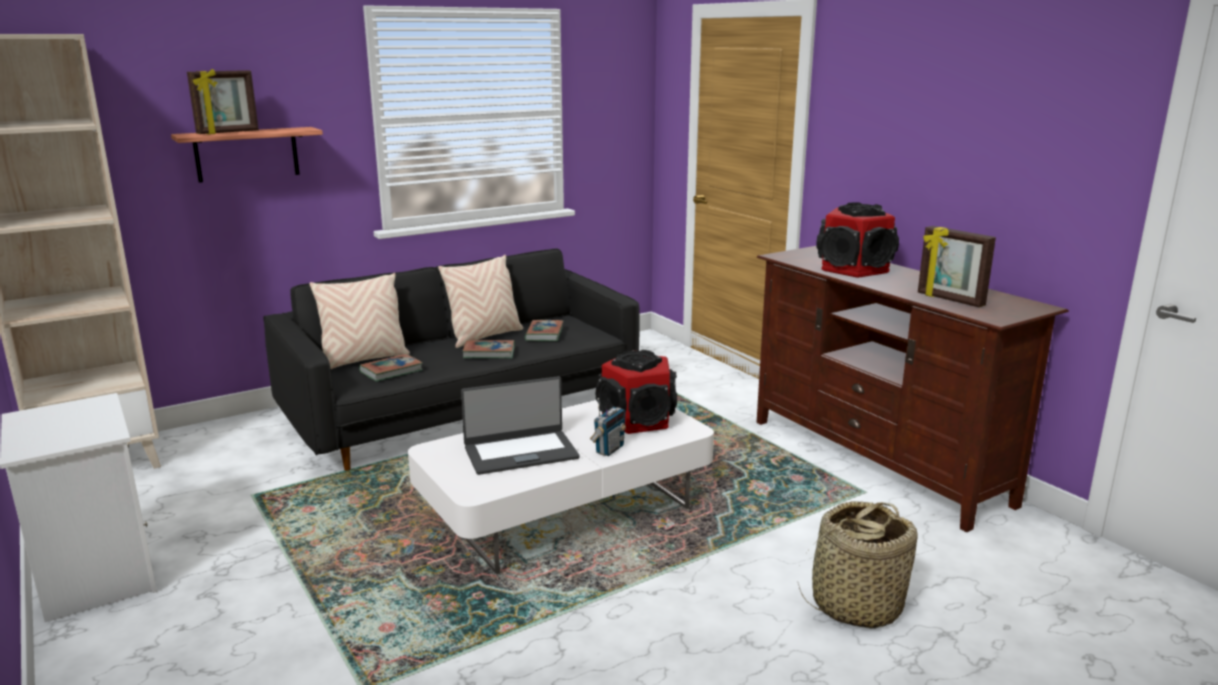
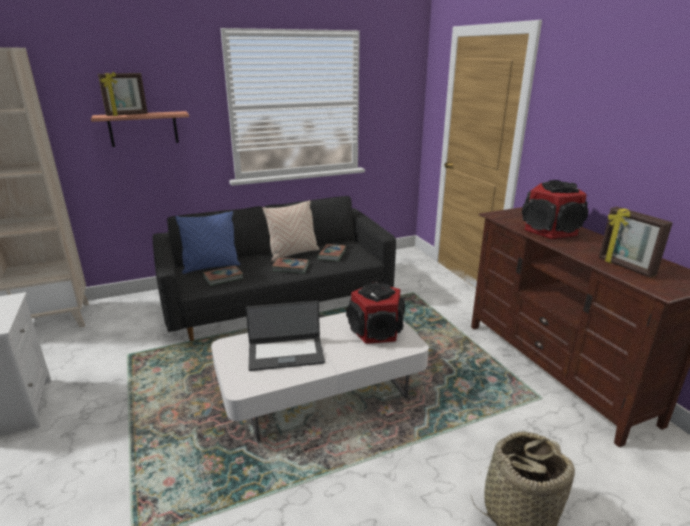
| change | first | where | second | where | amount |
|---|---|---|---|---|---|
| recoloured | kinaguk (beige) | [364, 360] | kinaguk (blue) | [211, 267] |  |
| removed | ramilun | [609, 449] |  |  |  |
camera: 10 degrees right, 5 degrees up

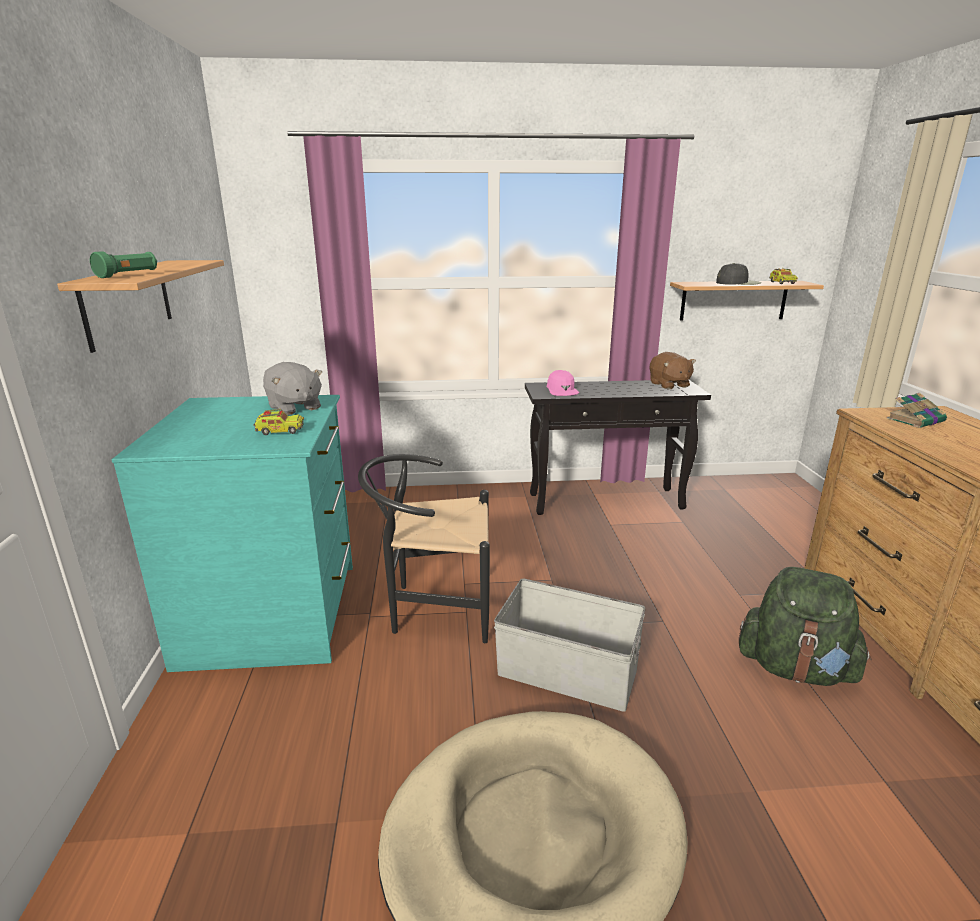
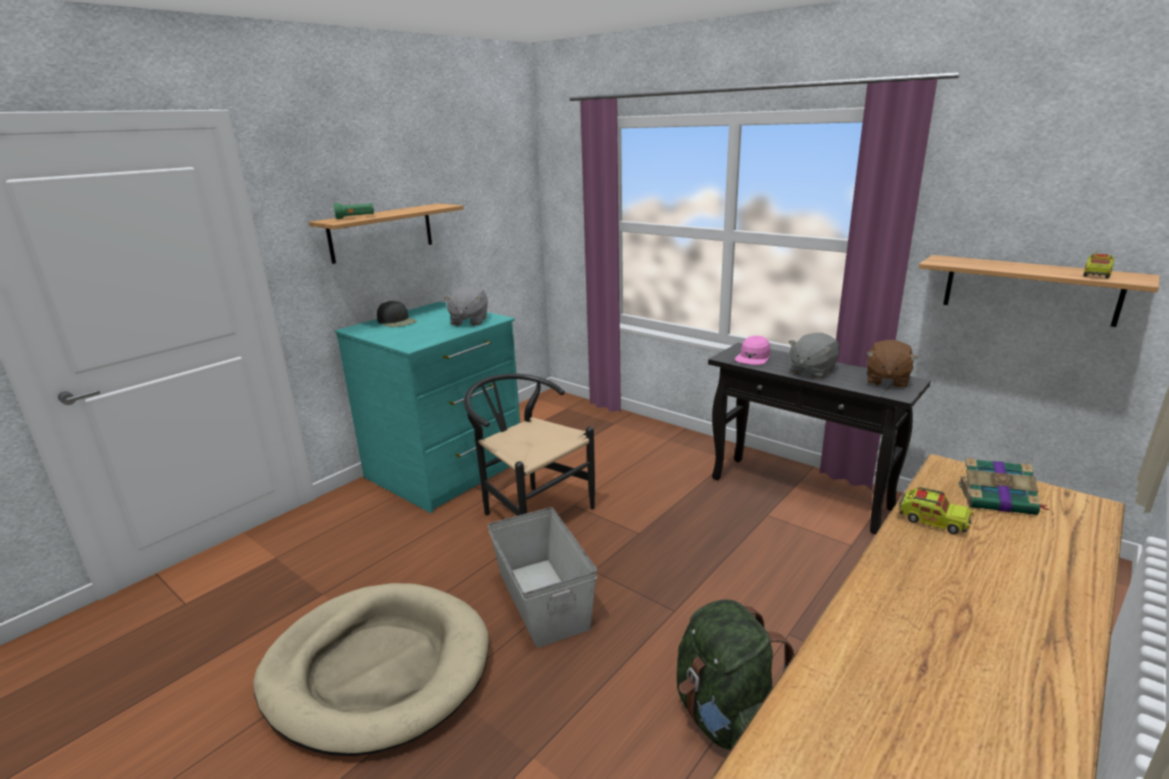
| change | first | where | second | where | amount |
|---|---|---|---|---|---|
| moved | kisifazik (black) | [738, 283] |  | [397, 321] |  |
| added |  |  | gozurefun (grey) | [811, 371] |  |
| moved | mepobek | [280, 431] |  | [932, 520] |  |
camera: 45 degrees right, 0 degrees up

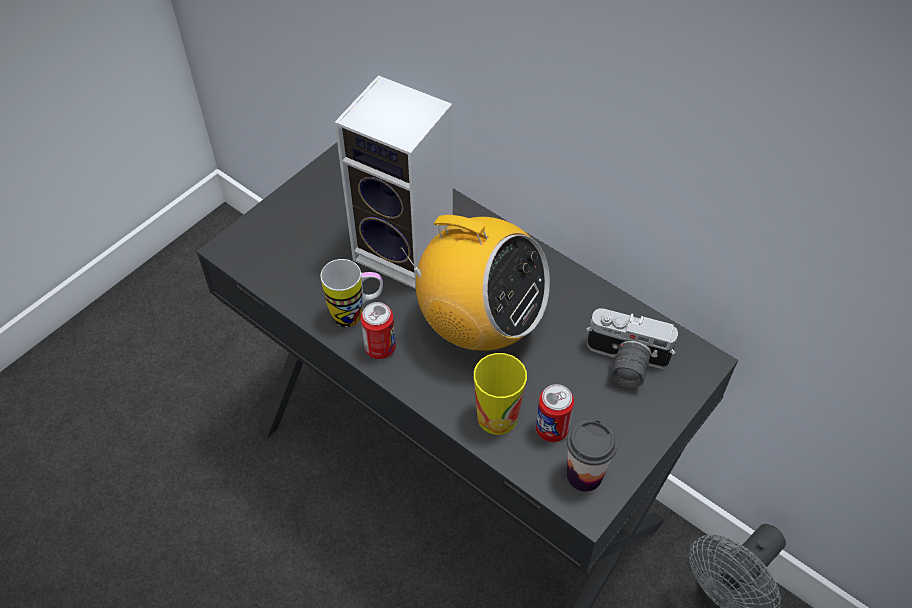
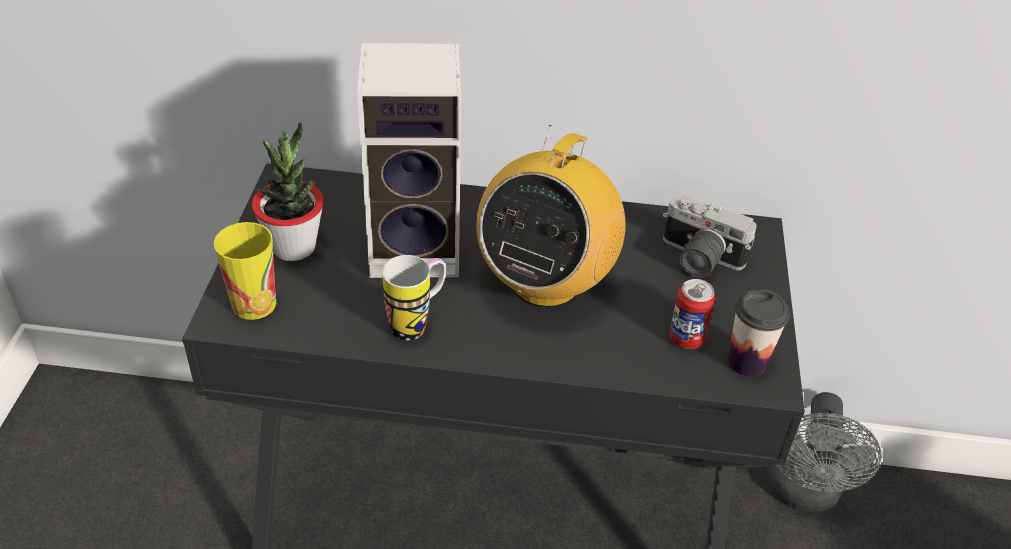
| change | first | where | second | where | amount |
|---|---|---|---|---|---|
| moved | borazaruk | [497, 417] |  | [254, 304] |  |
| added |  |  | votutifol | [293, 247] |  |
| turned | ramilun | [479, 326] |  | [545, 283] | 120 degrees clockwise |
| turned | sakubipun | [624, 363] |  | [697, 259] | 45 degrees clockwise |
| removed | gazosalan | [380, 348] |  |  |  |
camera: 35 degrees left, 10 degrees down

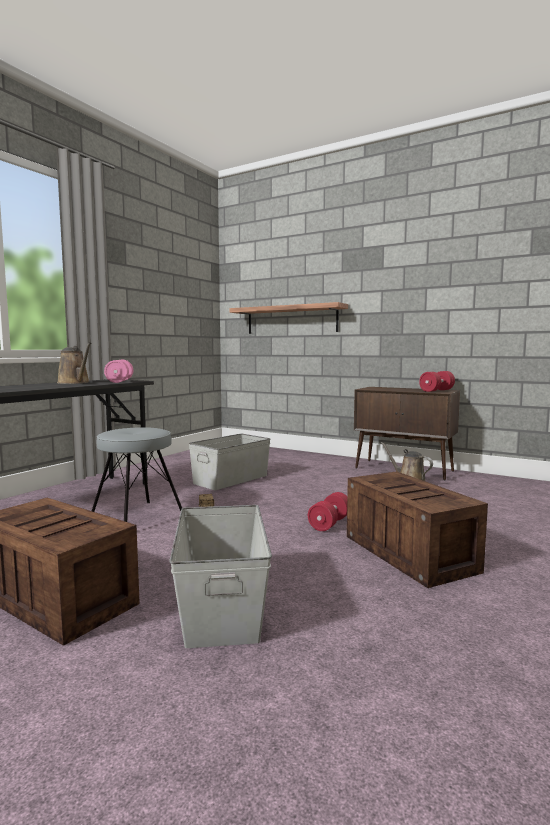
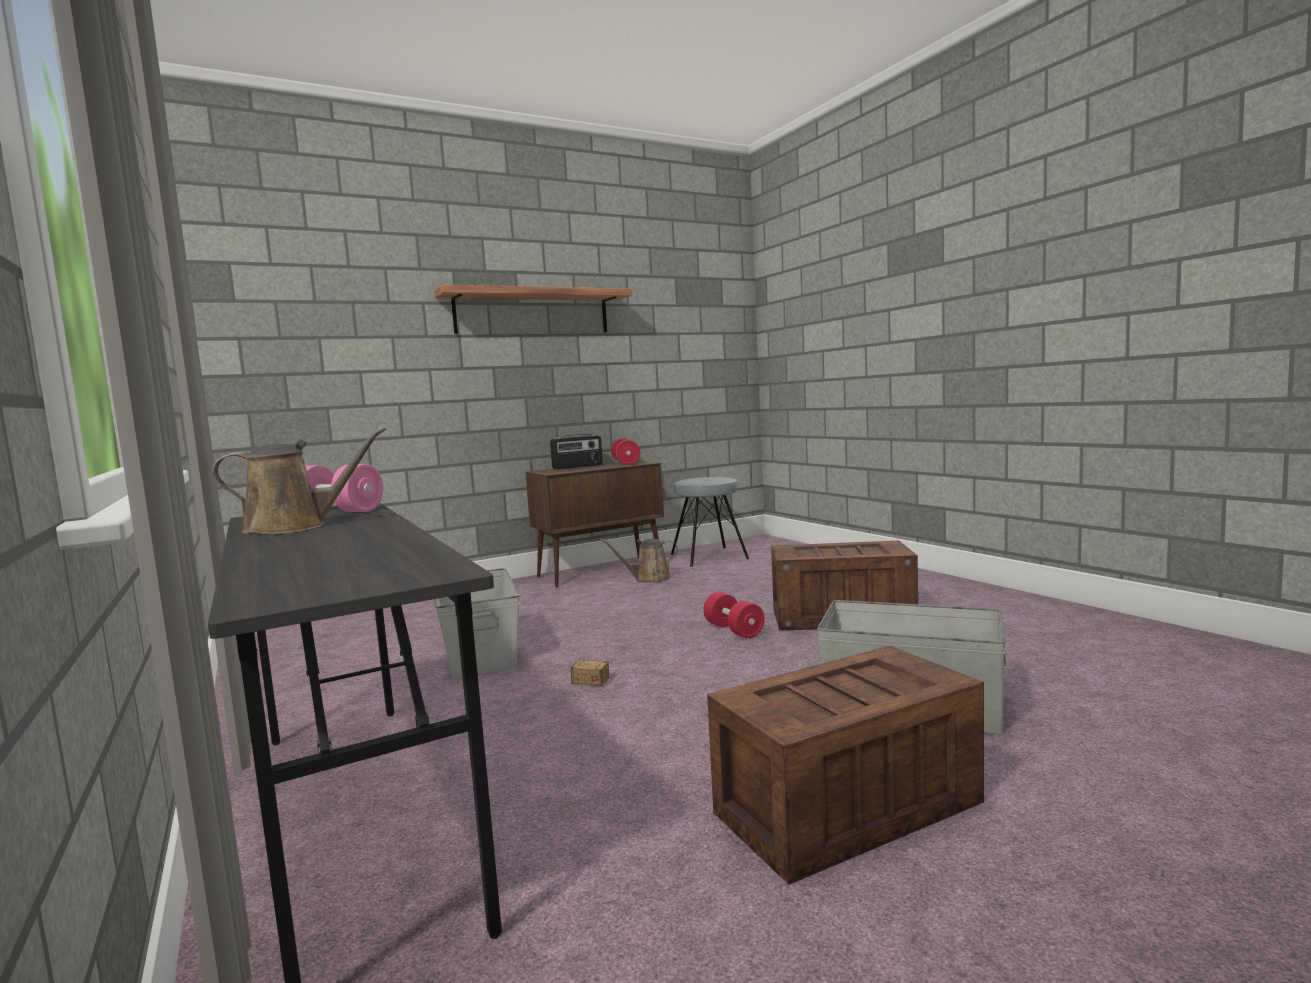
| change | first | where | second | where | amount |
|---|---|---|---|---|---|
| moved | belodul | [291, 320] |  | [532, 312] |  |
| added |  |  | ramilun | [578, 467] |  |
| moved | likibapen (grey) | [137, 517] |  | [709, 556] |  |
camera: 60 degrees left, 0 degrees up

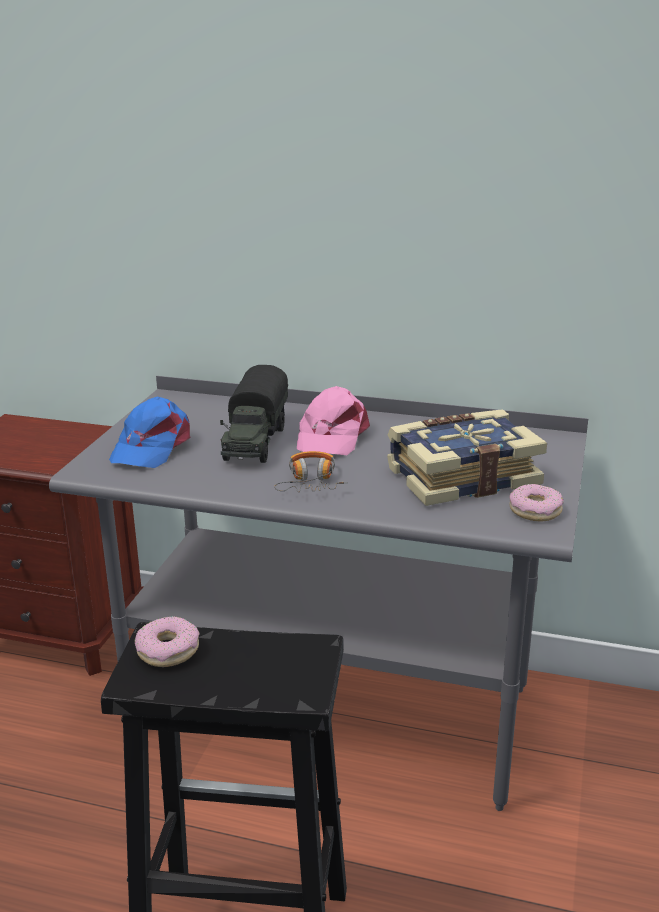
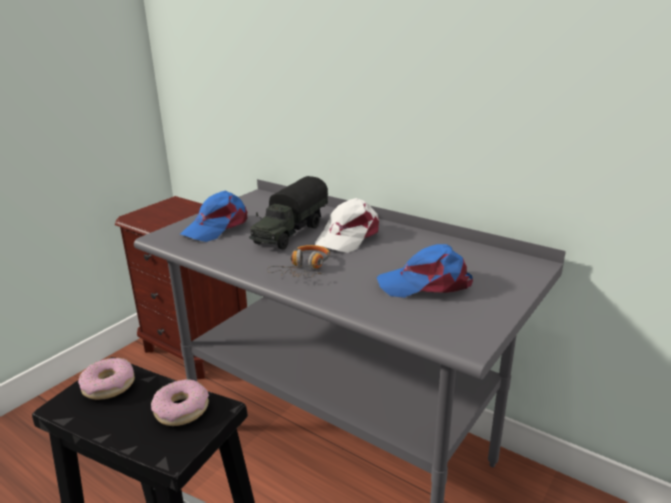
| change | first | where | second | where | amount |
|---|---|---|---|---|---|
| moved | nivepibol | [535, 510] |  | [181, 409] |  |
| recoloured | kisifazik (pink) | [331, 435] | kisifazik (white) | [348, 236] |  |
| replaced | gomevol | [461, 476] | kisifazik (blue) | [426, 283] |  |
camera: 20 degrees right, 0 degrees up

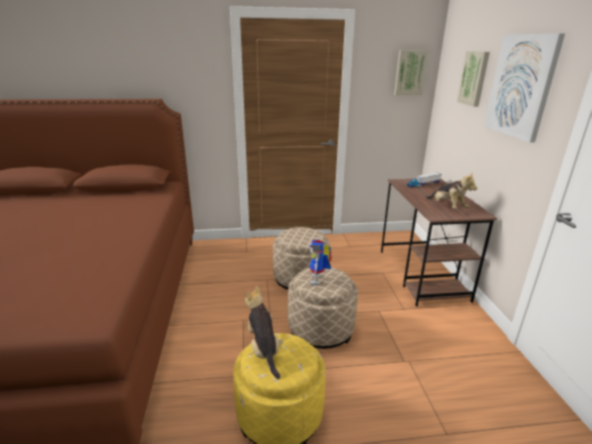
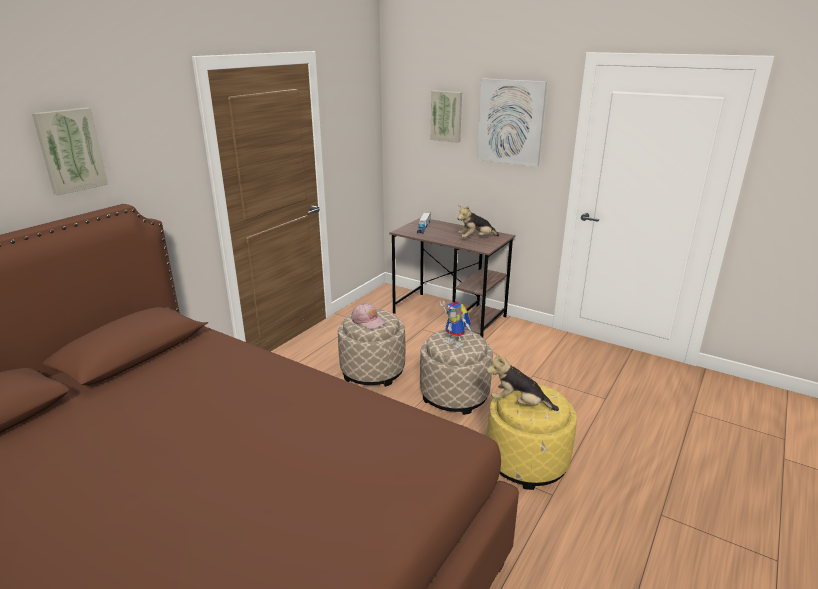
| change | first | where | second | where | amount |
|---|---|---|---|---|---|
| moved | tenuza | [410, 73] |  | [70, 150] |  |
| added |  |  | kisifazik (pink) | [368, 321] |  |
| turned | gozurefun | [447, 207] |  | [476, 239] | 150 degrees clockwise |
camera: 50 degrees left, 0 degrees up

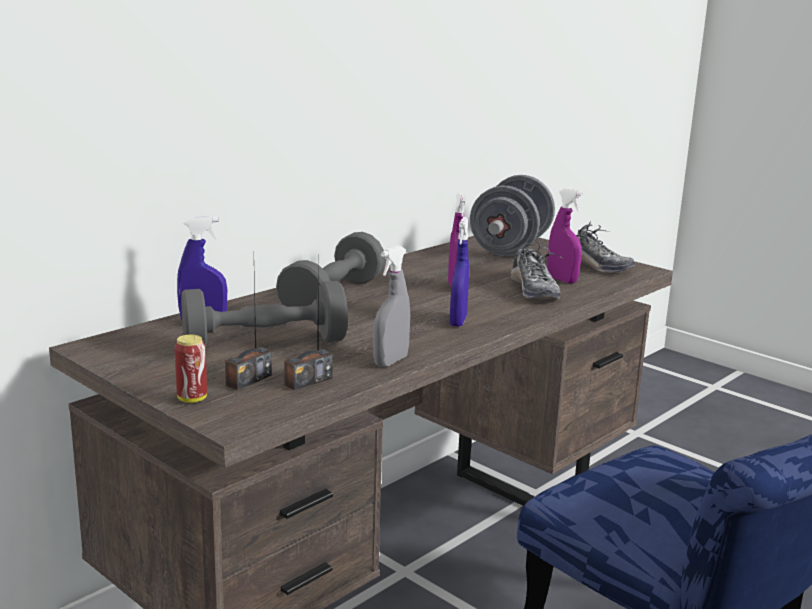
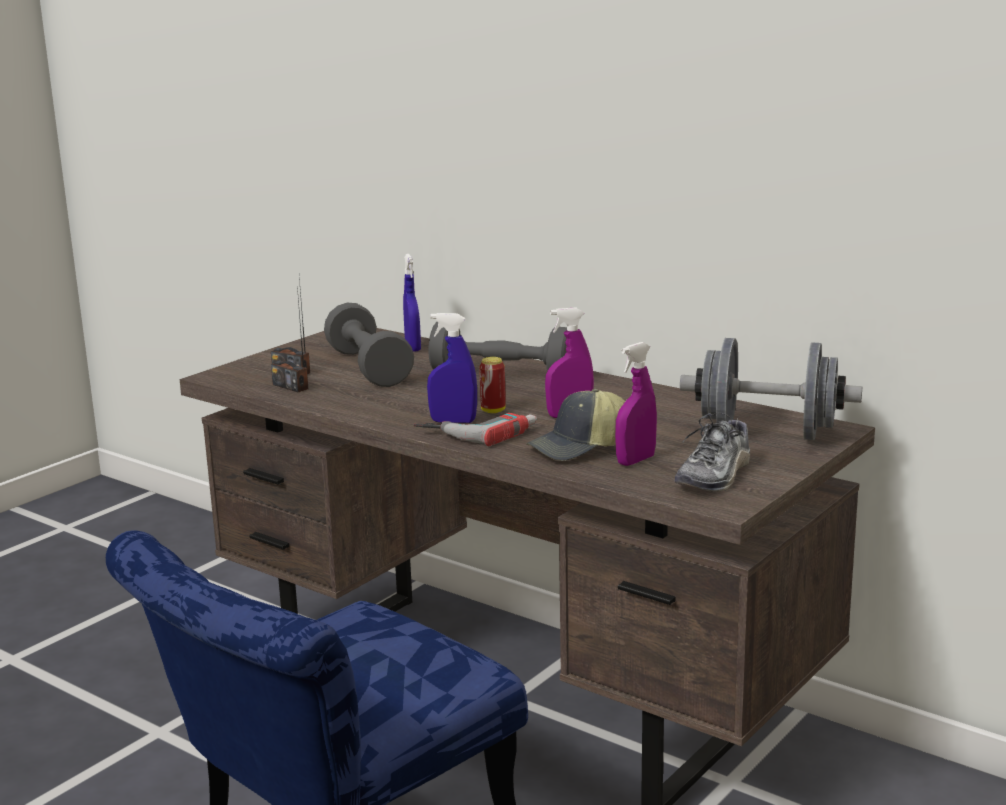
| change | first | where | second | where | amount |
|---|---|---|---|---|---|
| added |  |  | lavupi | [477, 431] |  |
| moved | gazosalan | [192, 399] |  | [493, 410] |  |
| replaced | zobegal | [533, 290] | kisifazik | [580, 448] |  |
| removed | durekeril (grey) | [390, 361] |  |  |  |
camera: 85 degrees right, 0 degrees up

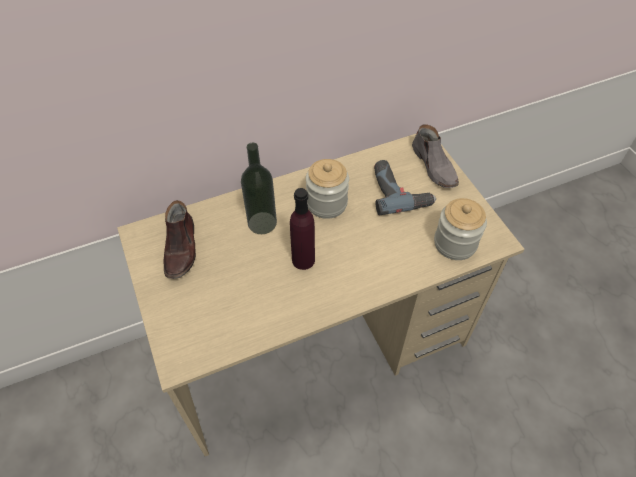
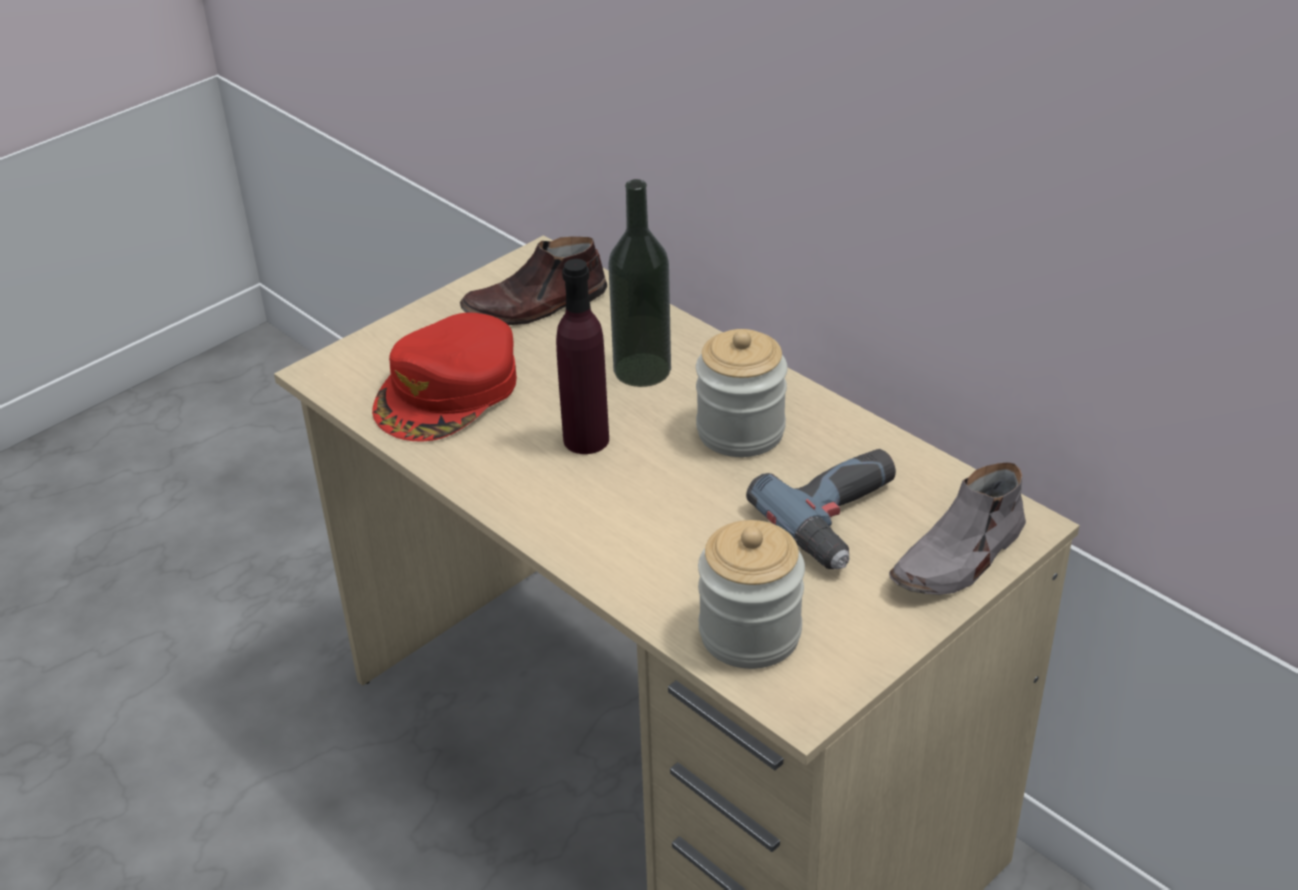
| change | first | where | second | where | amount |
|---|---|---|---|---|---|
| added |  |  | kisifazik (red) | [448, 391] |  |
camera: 70 degrees right, 15 degrees down

